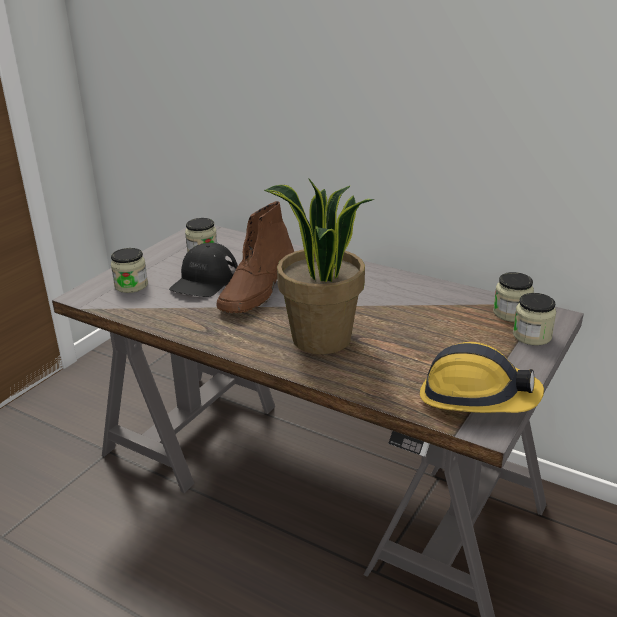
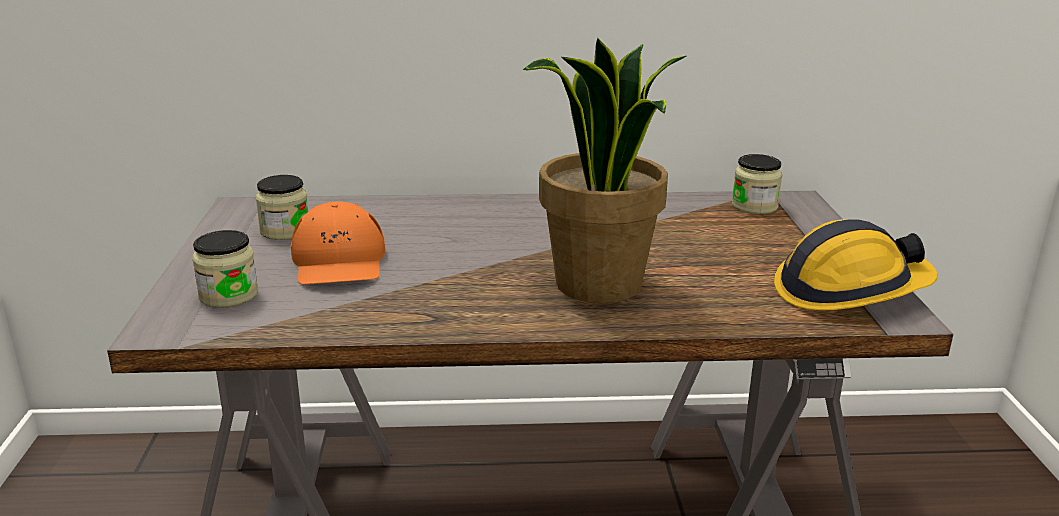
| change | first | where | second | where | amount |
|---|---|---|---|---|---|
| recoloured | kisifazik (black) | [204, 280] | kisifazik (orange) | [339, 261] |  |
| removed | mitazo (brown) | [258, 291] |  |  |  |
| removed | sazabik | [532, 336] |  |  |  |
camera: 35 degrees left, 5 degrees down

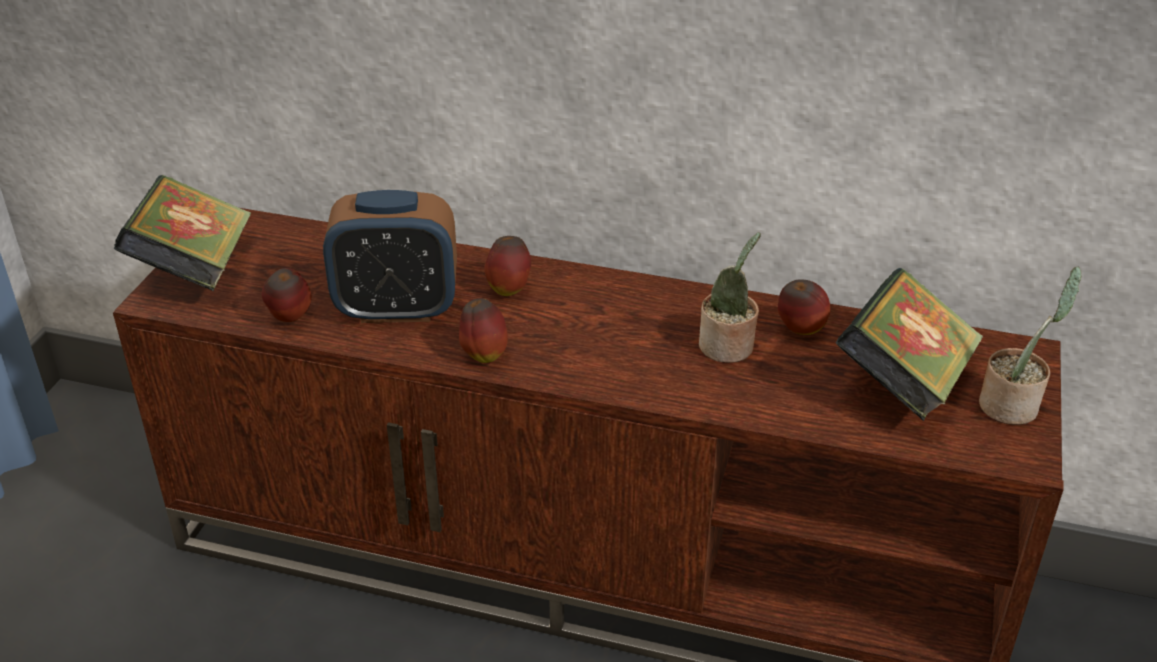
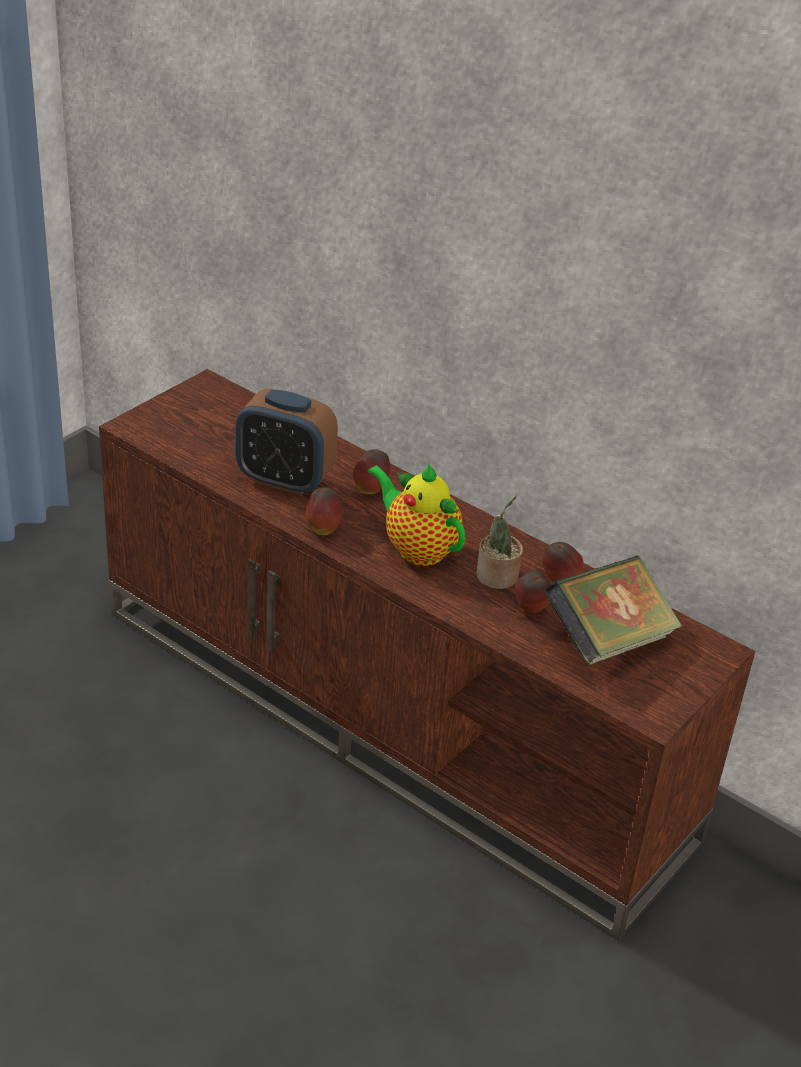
| change | first | where | second | where | amount |
|---|---|---|---|---|---|
| added |  |  | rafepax | [417, 548] |  |
| moved | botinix | [290, 319] |  | [530, 610] |  |
| removed | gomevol | [195, 270] |  |  |  |
| removed | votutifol | [1012, 405] |  |  |  |
camera: 20 degrees right, 0 degrees up

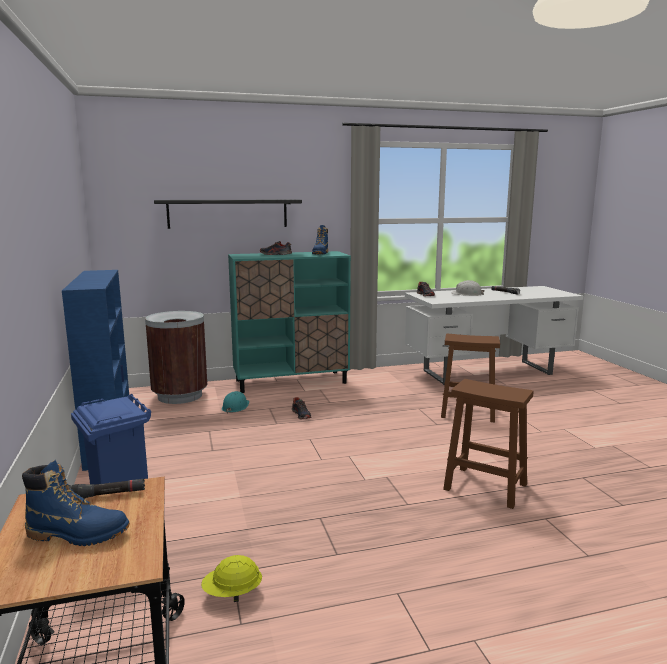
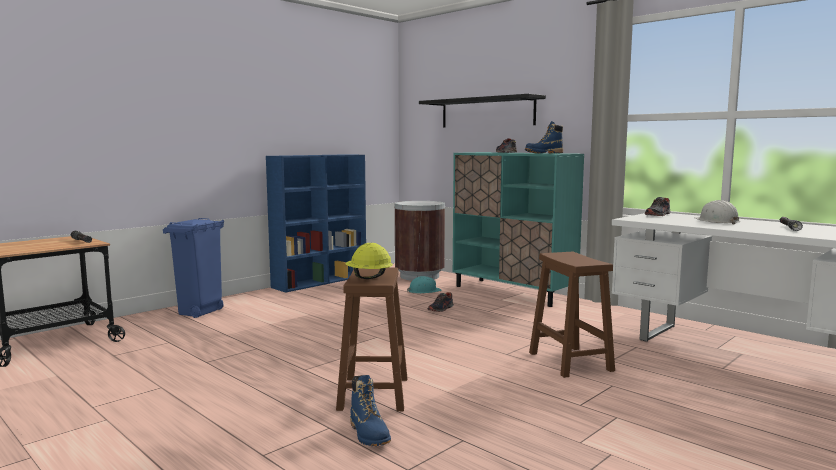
| change | first | where | second | where | amount |
|---|---|---|---|---|---|
| moved | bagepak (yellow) | [232, 594] |  | [368, 277] |  |
| moved | mitazo (blue) | [78, 534] |  | [369, 434] |  |
camera: 60 degrees right, 5 degrees down

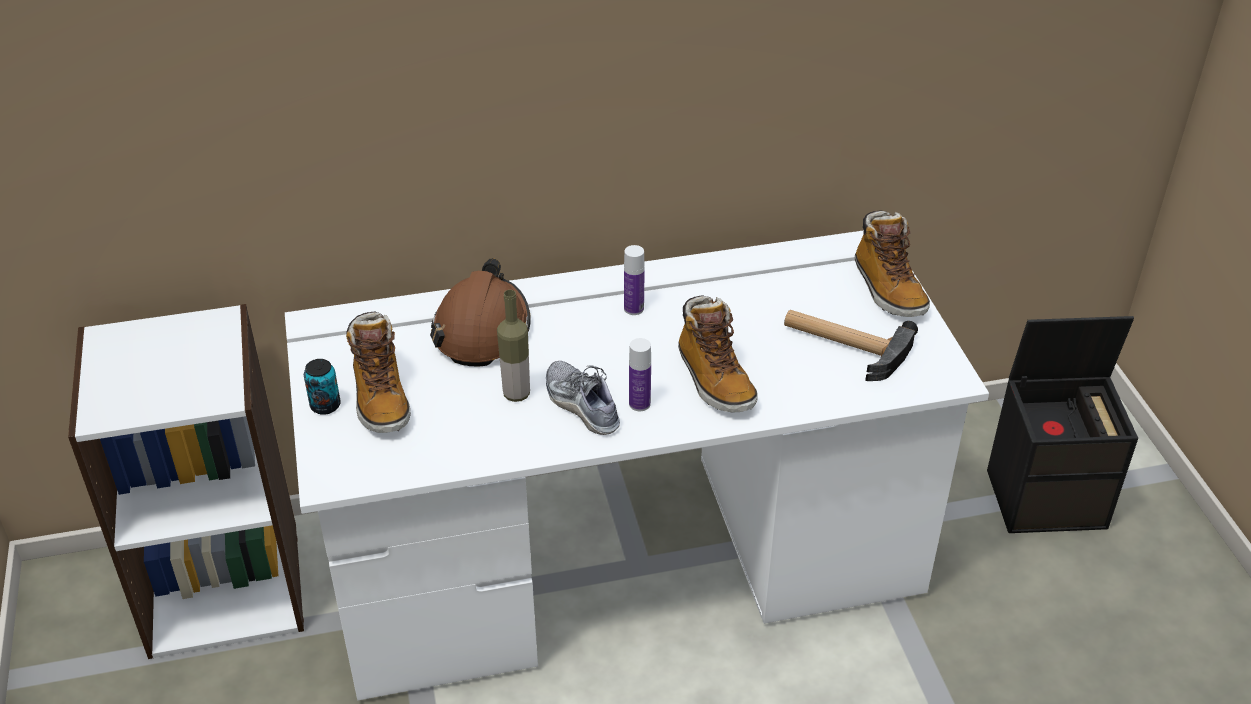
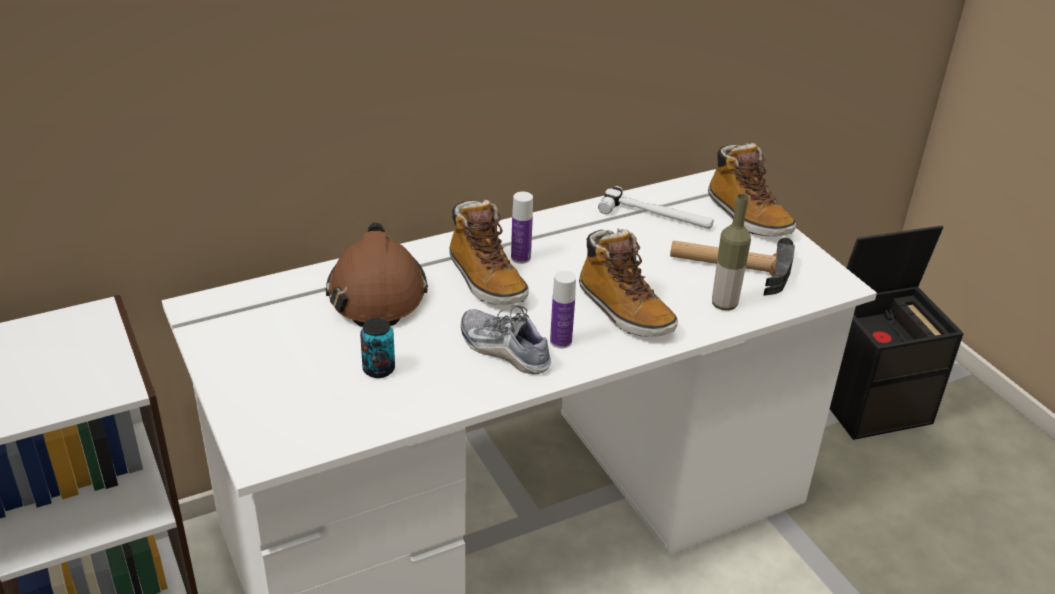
| change | first | where | second | where | amount |
|---|---|---|---|---|---|
| moved | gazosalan | [325, 405] |  | [379, 369] |  |
| moved | mitazo | [380, 398] |  | [485, 280] |  |
| added |  |  | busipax | [656, 216] |  |
| moved | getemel | [516, 394] |  | [724, 304] |  |
camera: 15 degrees left, 5 degrees down

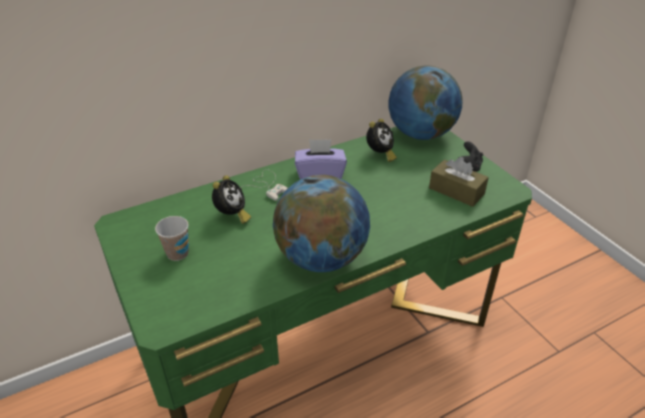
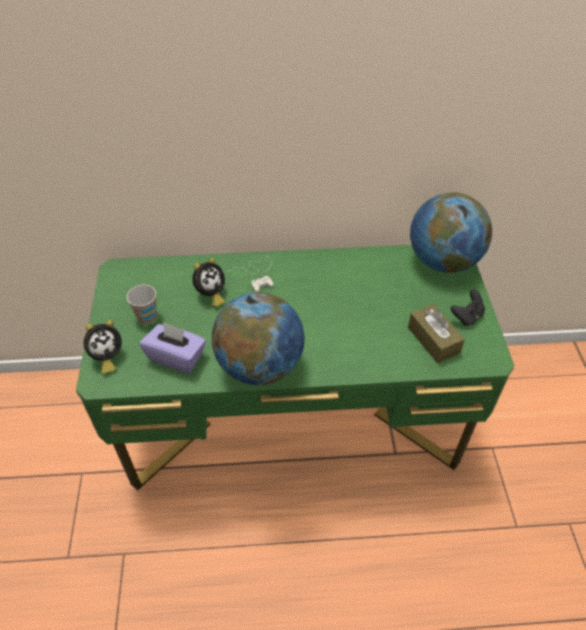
| change | first | where | second | where | amount |
|---|---|---|---|---|---|
| moved | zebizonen | [380, 155] |  | [107, 358] |  |
| moved | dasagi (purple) | [320, 174] |  | [177, 357] |  |
camera: 25 degrees right, 10 degrees up

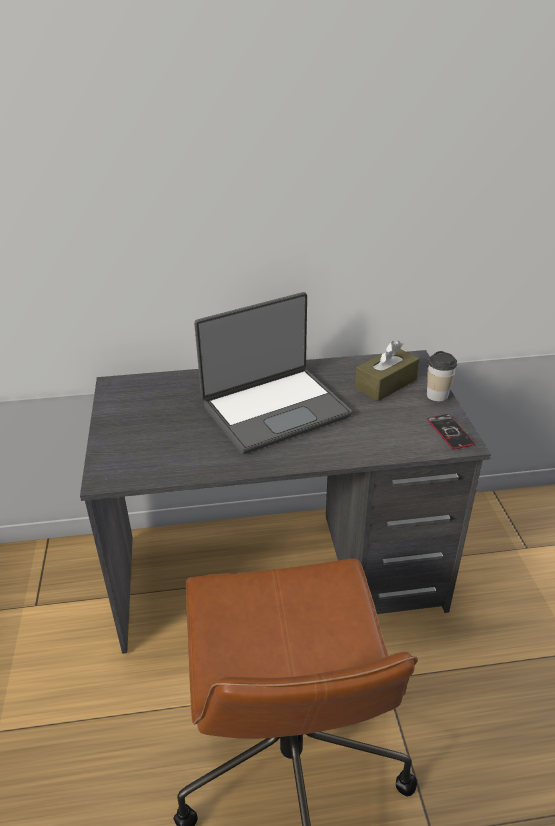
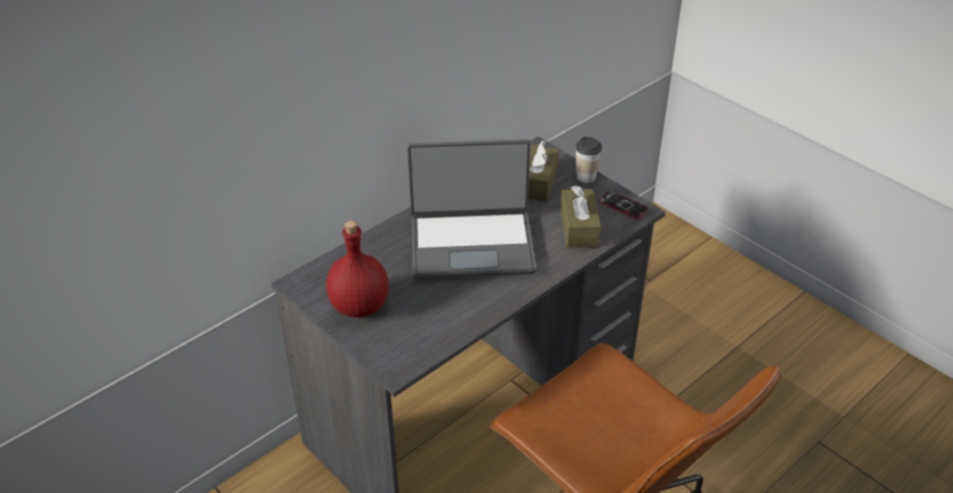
| change | first | where | second | where | amount |
|---|---|---|---|---|---|
| added |  |  | getemel (red) | [358, 306] |  |
| turned | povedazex | [274, 409] |  | [472, 244] | 60 degrees clockwise |
| added |  |  | dasagi (brown) | [579, 228] |  |
camera: 35 degrees left, 5 degrees up

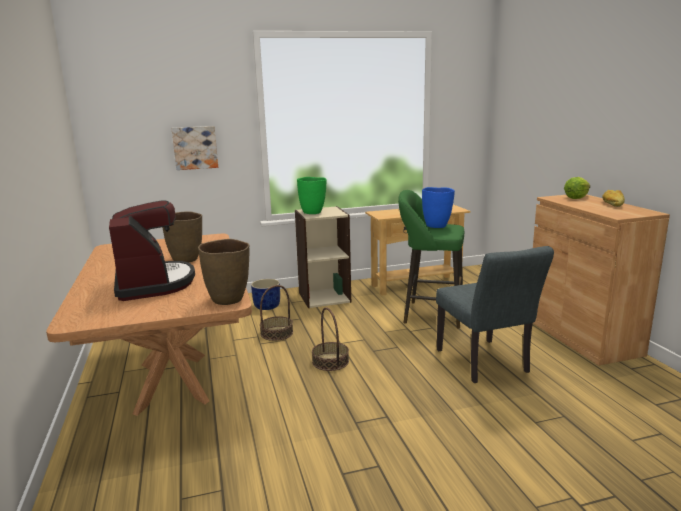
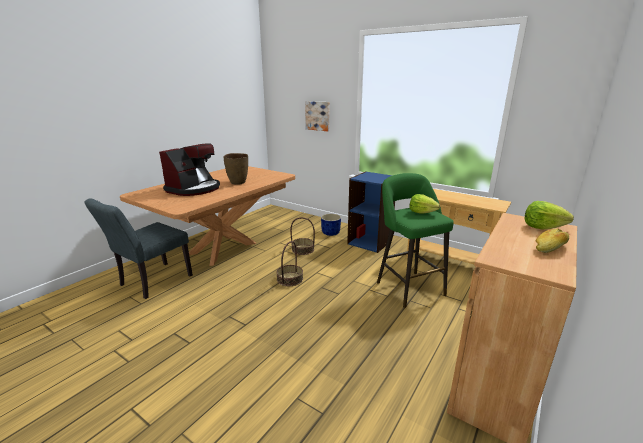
| change | first | where | second | where | amount |
|---|---|---|---|---|---|
| moved | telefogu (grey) | [485, 364] |  | [151, 282] |  |
| recoloured | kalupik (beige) | [324, 297] | kalupik (blue) | [370, 242] |  |
| replaced | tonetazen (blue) | [436, 226] | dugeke | [421, 212] |  |
| removed | tonetazen (brown) | [228, 299] |  |  |  |
| removed | tonetazen (green) | [313, 212] |  |  |  |
camera: 50 degrees right, 5 degrees up

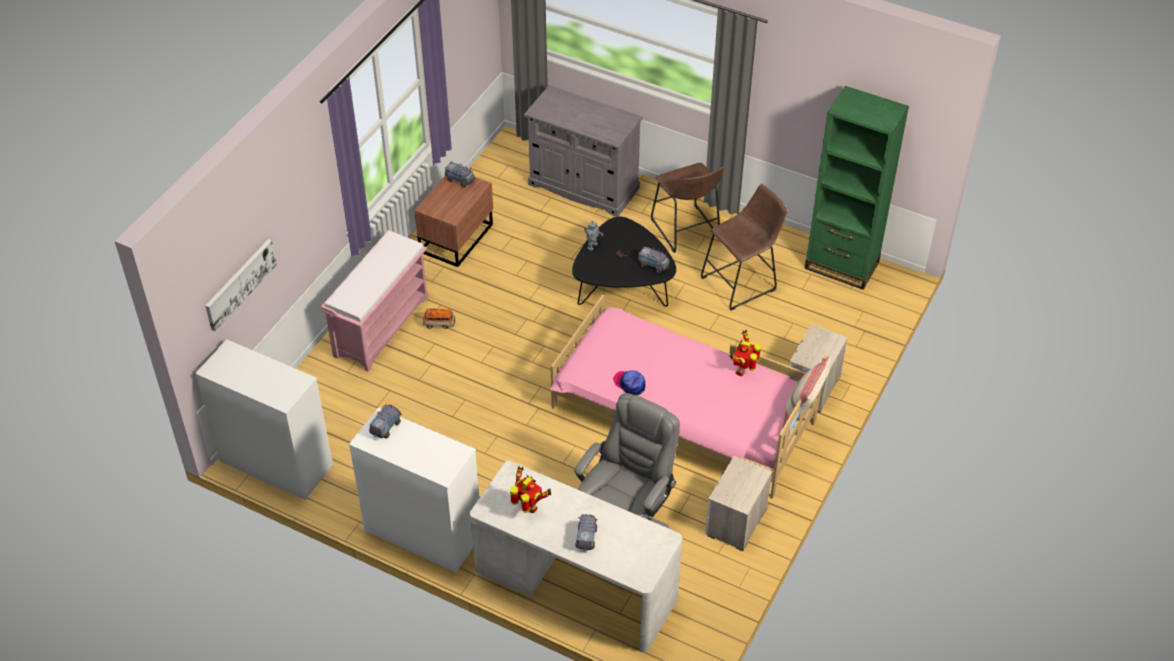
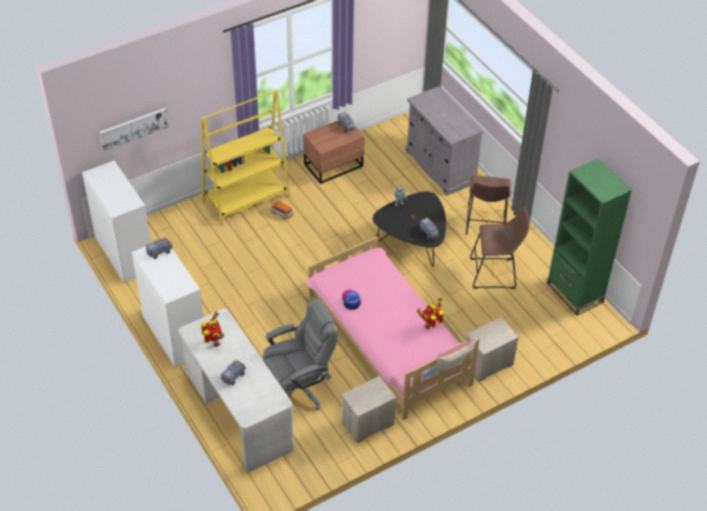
| change | first | where | second | where | amount |
|---|---|---|---|---|---|
| replaced | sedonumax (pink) | [381, 326] | kalupik (yellow) | [246, 200] |  |
camera: 30 degrees right, 0 degrees up

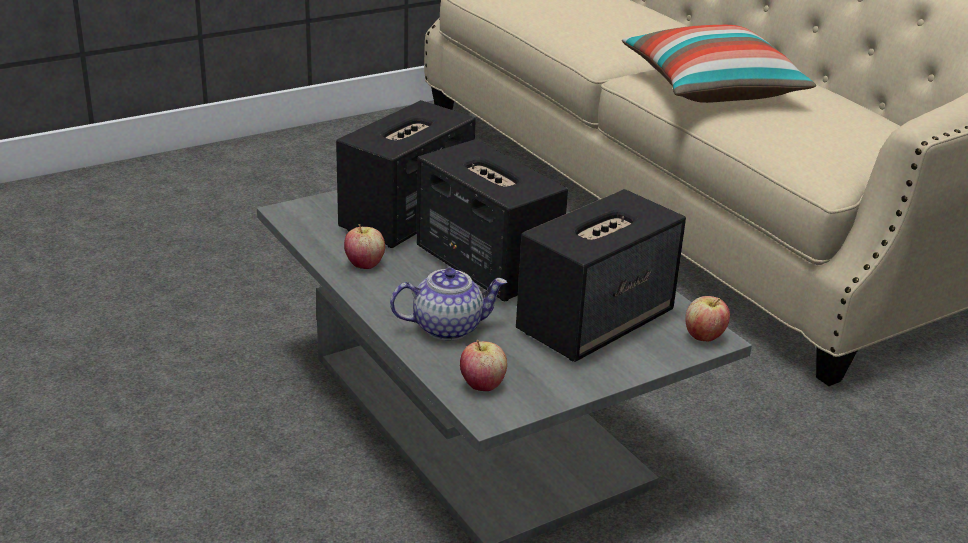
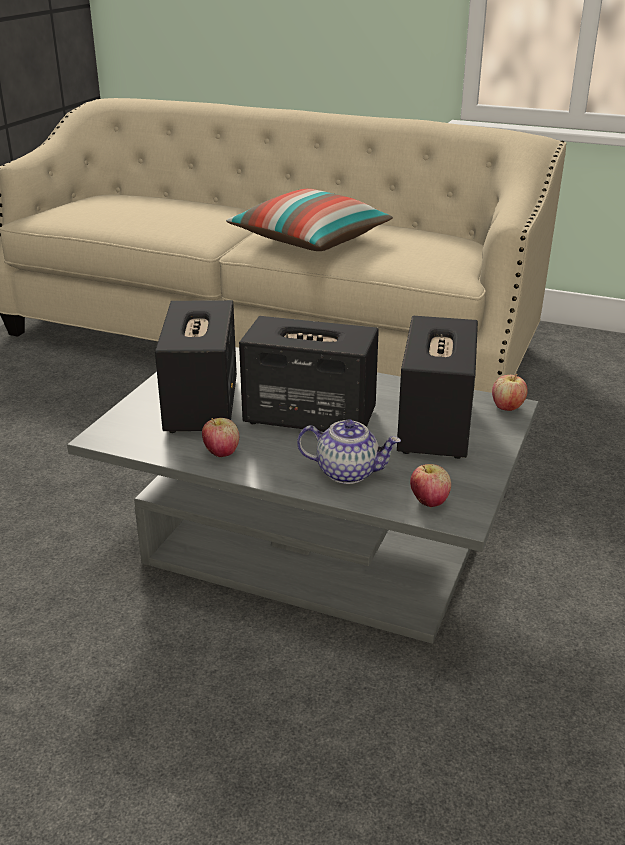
| change | first | where | second | where | amount |
|---|---|---|---|---|---|
| turned | rafepax | [448, 327] |  | [348, 472] | 60 degrees clockwise |
camera: 35 degrees left, 0 degrees up

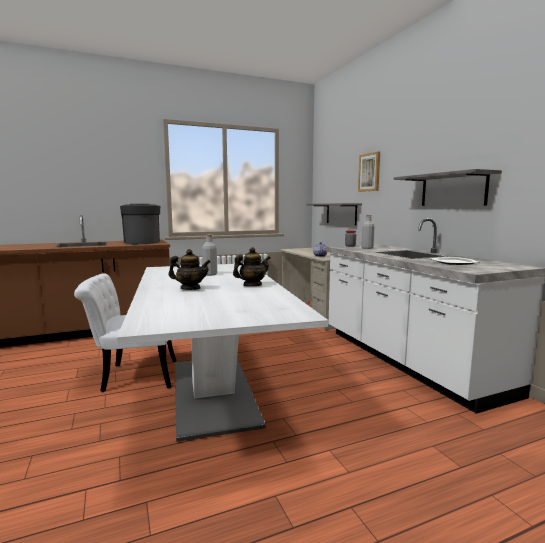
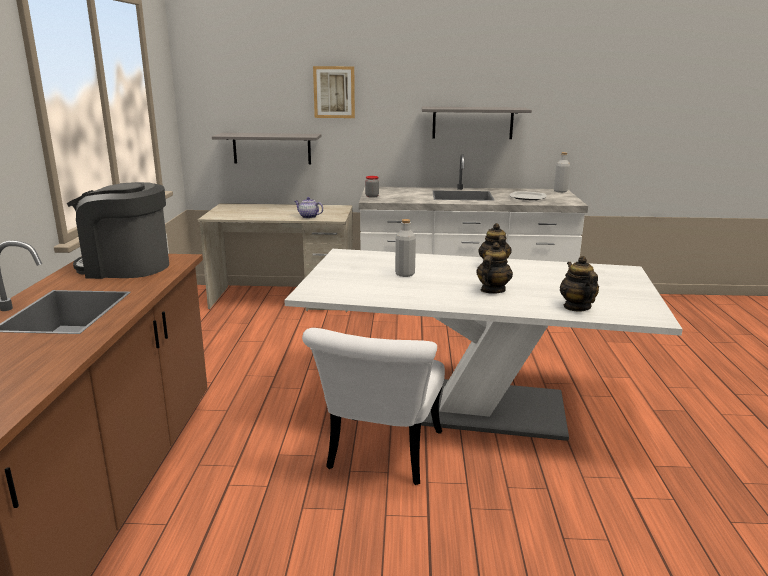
| change | first | where | second | where | amount |
|---|---|---|---|---|---|
| moved | getemel (grey) | [367, 248] |  | [560, 191] |  |
| added |  |  | rafepax | [576, 307] |  |
camera: 65 degrees left, 10 degrees up

